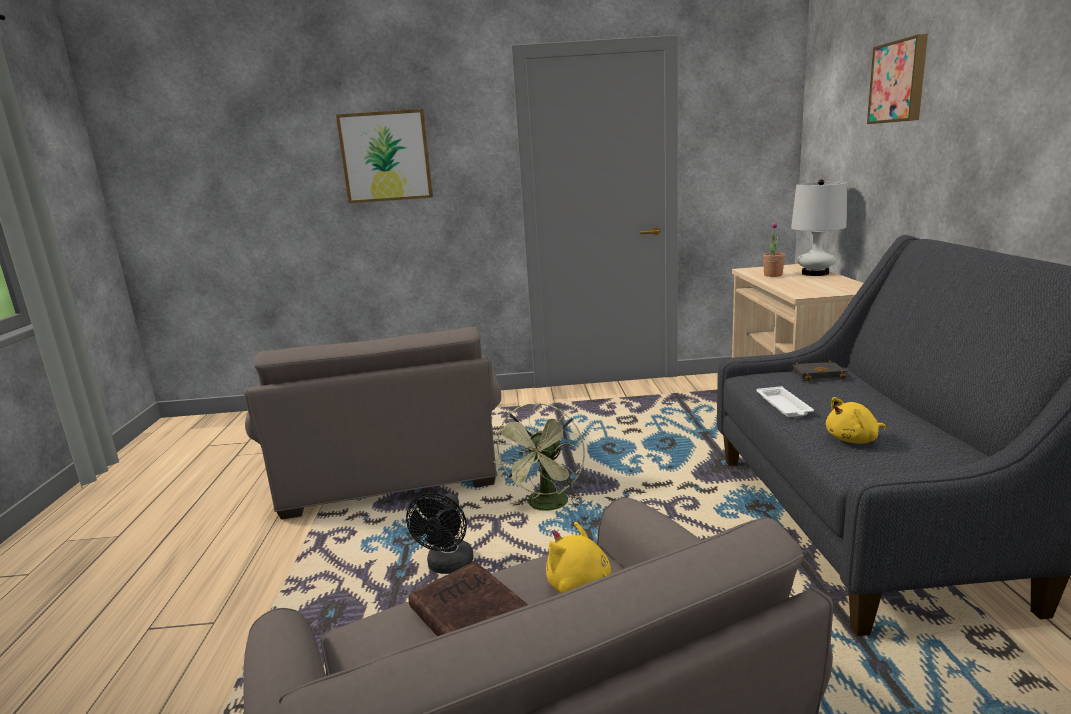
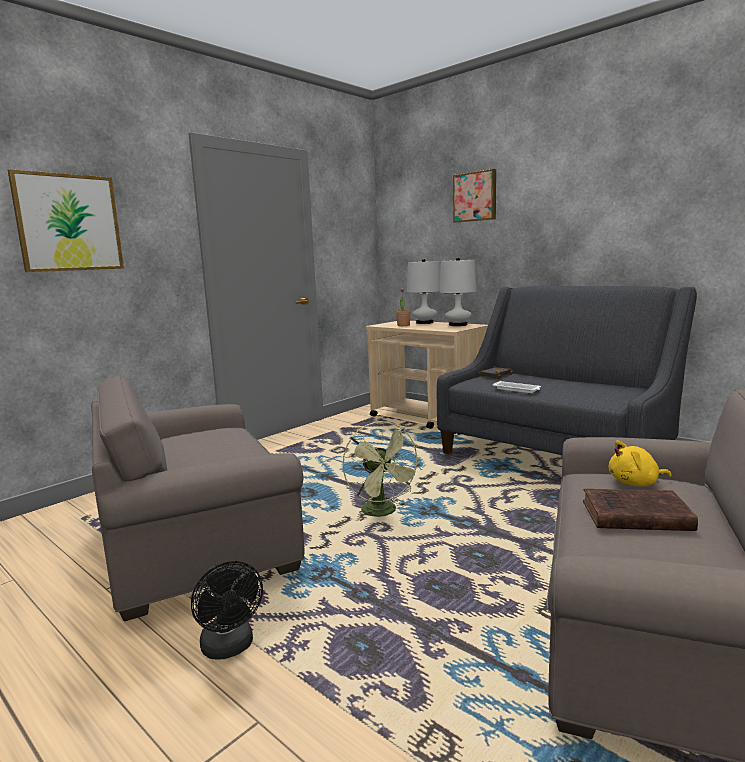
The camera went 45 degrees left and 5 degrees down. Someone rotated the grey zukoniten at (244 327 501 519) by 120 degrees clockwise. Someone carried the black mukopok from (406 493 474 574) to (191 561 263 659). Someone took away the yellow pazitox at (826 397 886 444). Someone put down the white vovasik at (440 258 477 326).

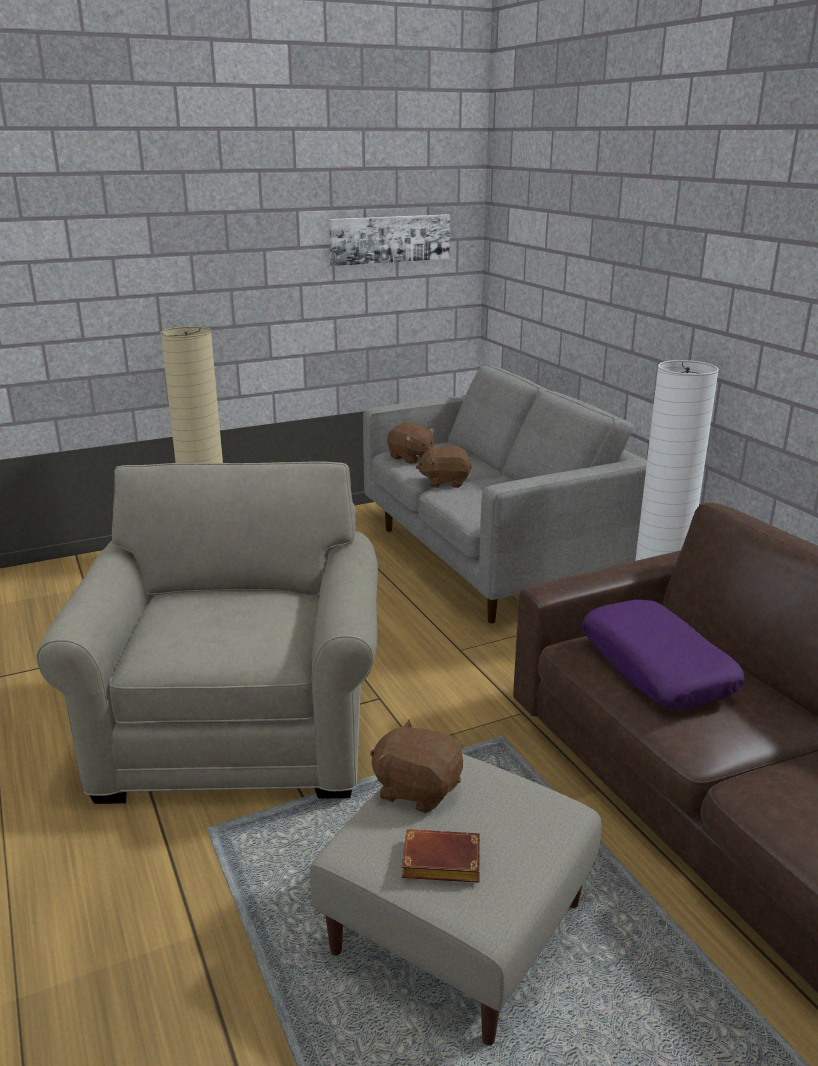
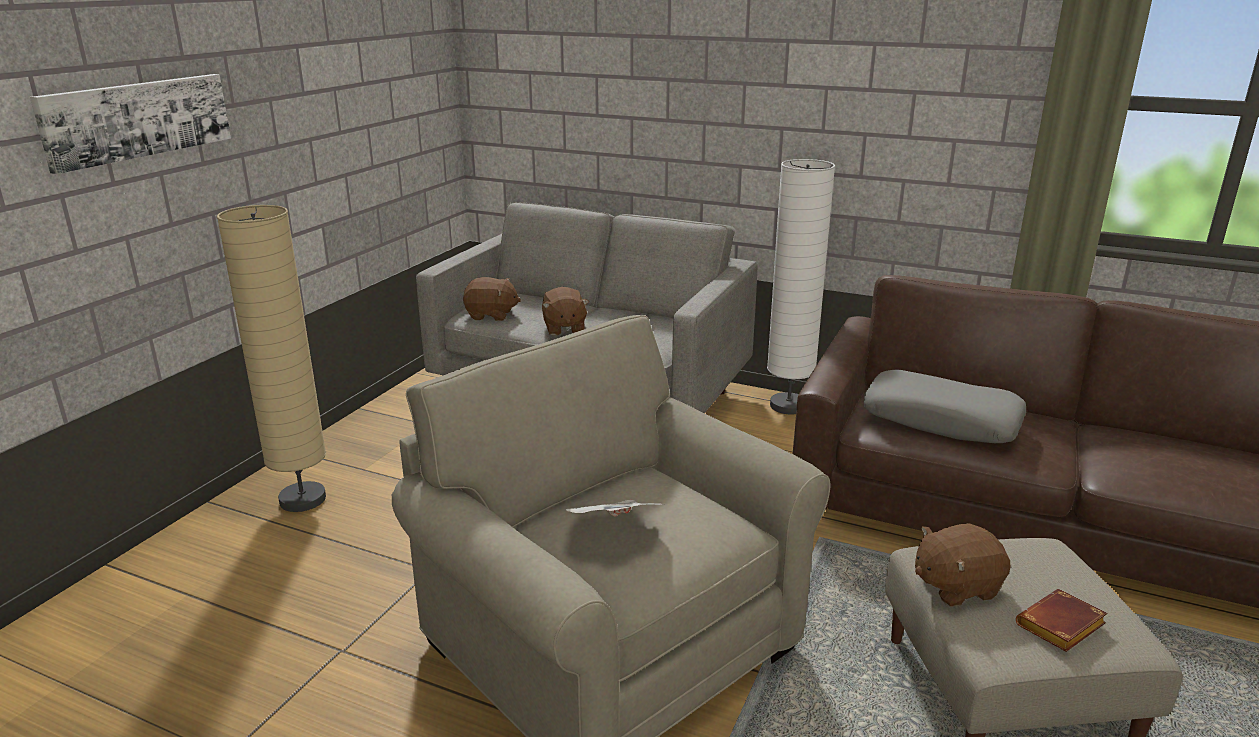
The camera went 40 degrees left and 0 degrees up. Someone carried the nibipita from (329 214 450 266) to (30 74 231 174). Someone rotated the brown pazitox at (416 446 472 488) by 60 degrees counterclockwise. Someone repainted the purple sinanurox at (582 600 744 709), which became the grey sinanurox at (864 370 1026 443). Someone put down the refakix at (565 500 666 517).

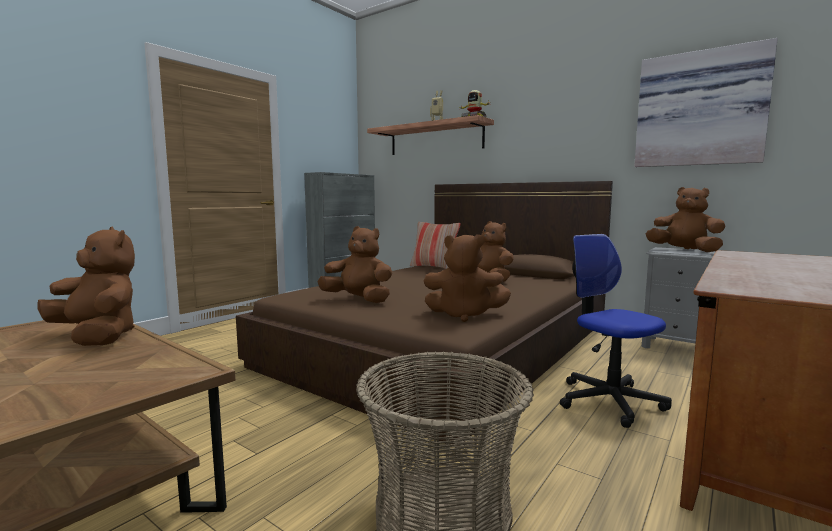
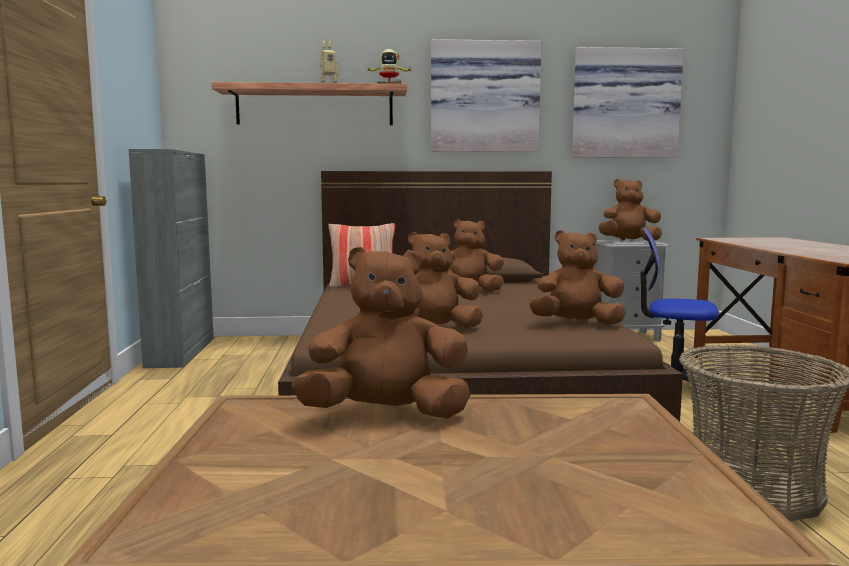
The camera went 40 degrees left and 0 degrees up. Someone rotated the brown pazitox at (424 234 511 322) by 150 degrees counterclockwise. Someone put up the nibipita at (431 39 541 152).

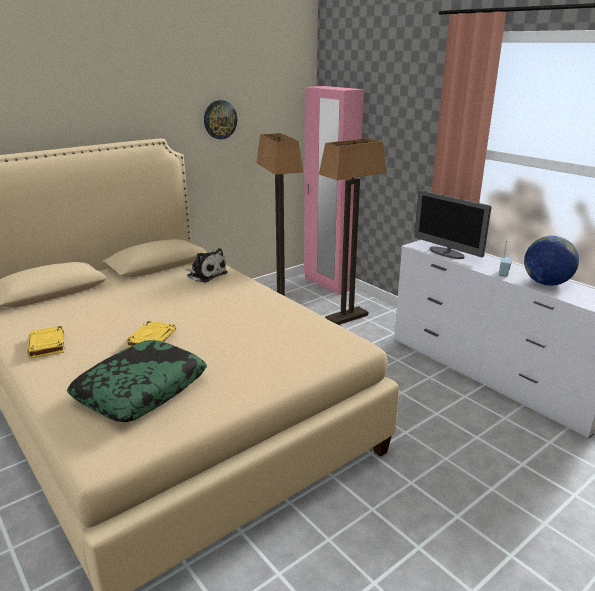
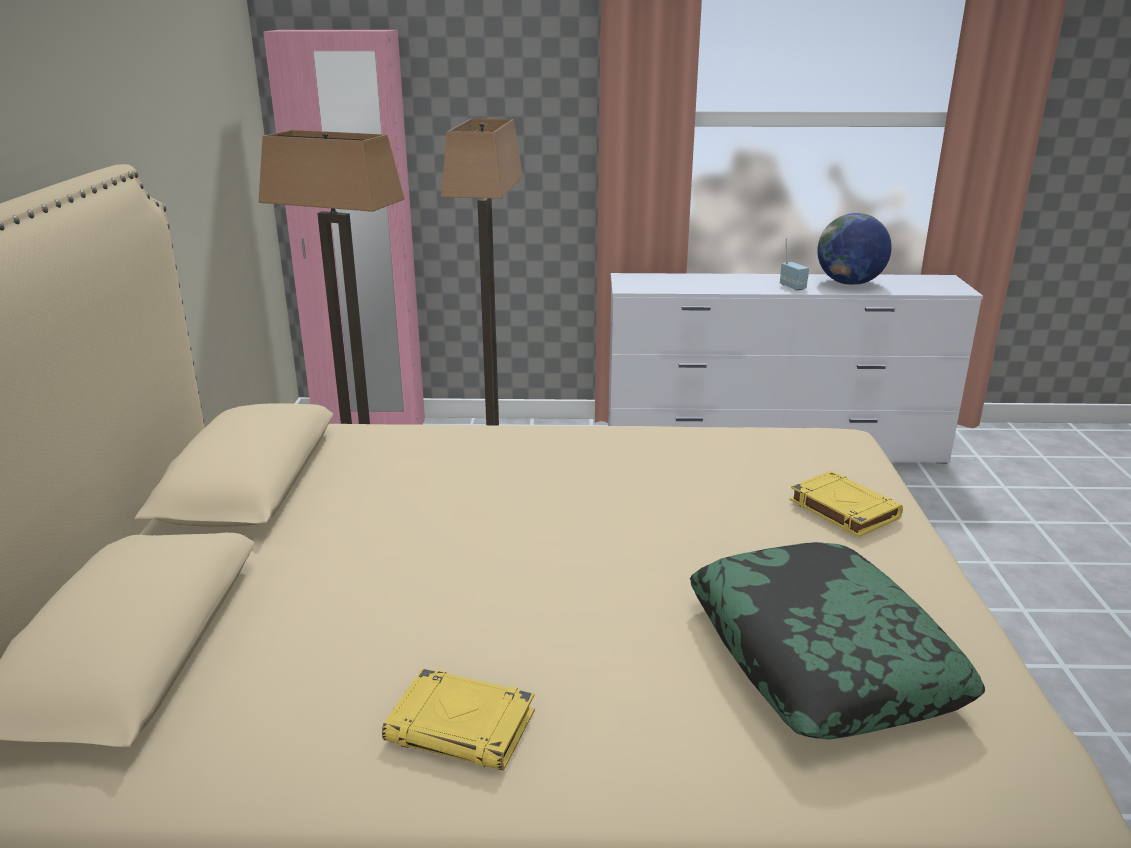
The camera went 50 degrees left and 0 degrees up. Someone carried the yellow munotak from (126 321 176 348) to (790 471 903 537). Someone took away the pazitox at (186 248 228 282). Someone took away the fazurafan at (204 100 237 139). Someone took away the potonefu at (414 190 492 259).

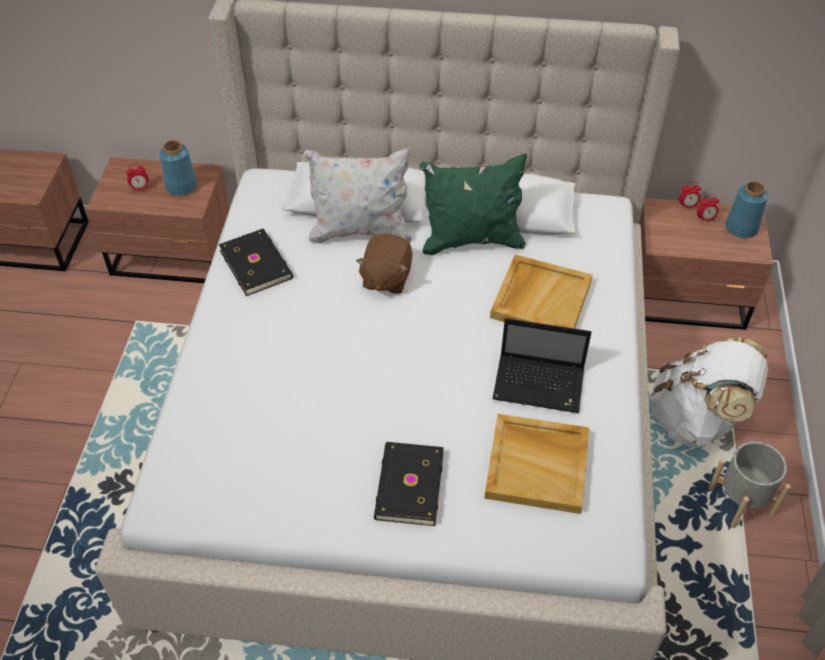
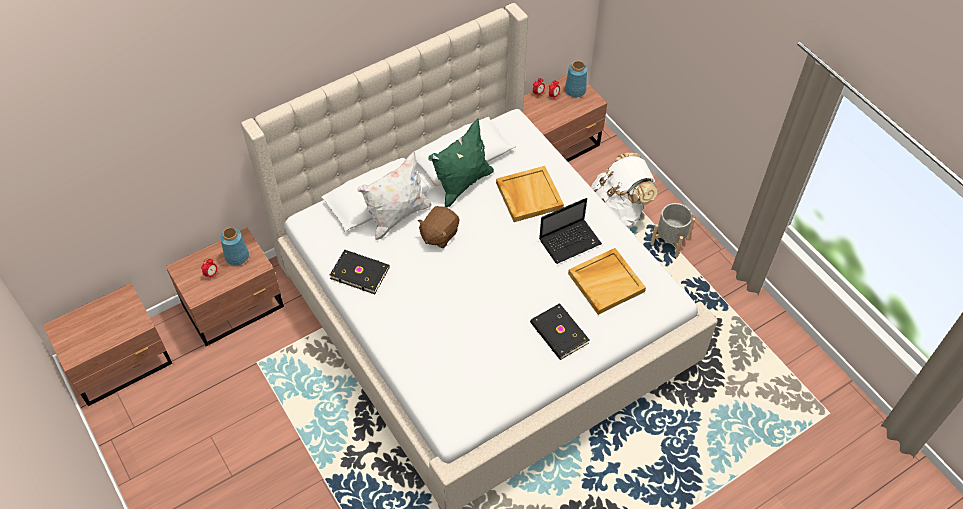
The camera went 40 degrees left and 5 degrees up. Someone rotated the brown pazitox at (356 234 413 294) by 60 degrees clockwise.

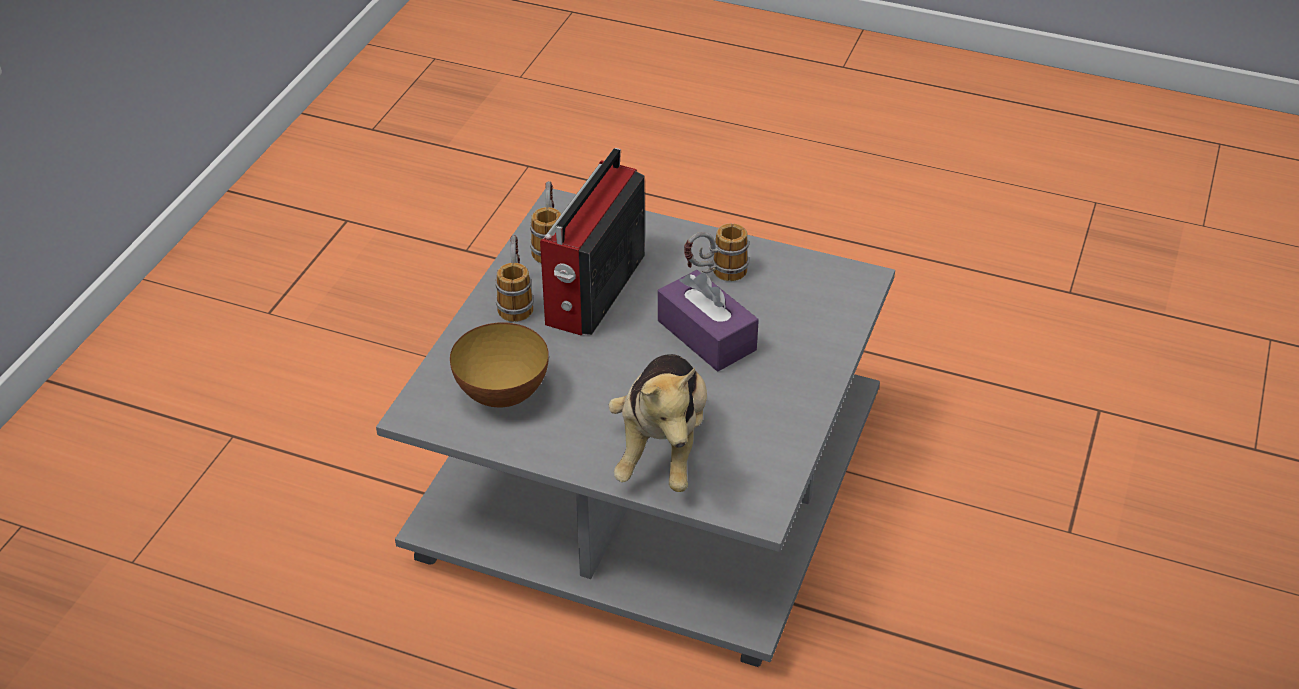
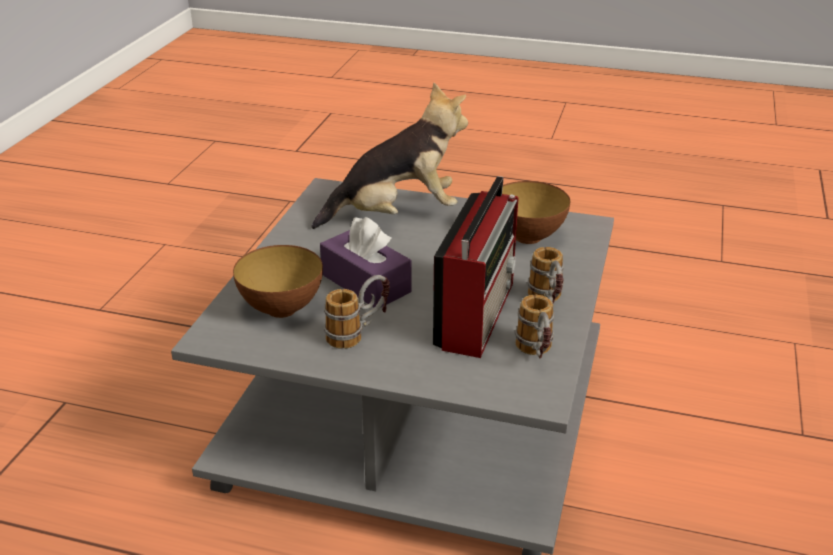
The camera went 175 degrees right and 10 degrees down. Someone rotated the pazitox at (609 354 707 492) by 75 degrees clockwise. Someone put down the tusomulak at (233 245 323 318).

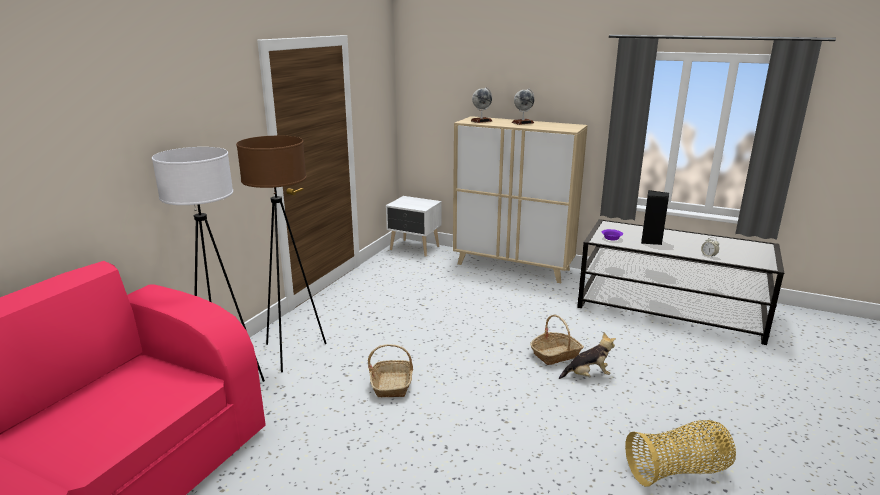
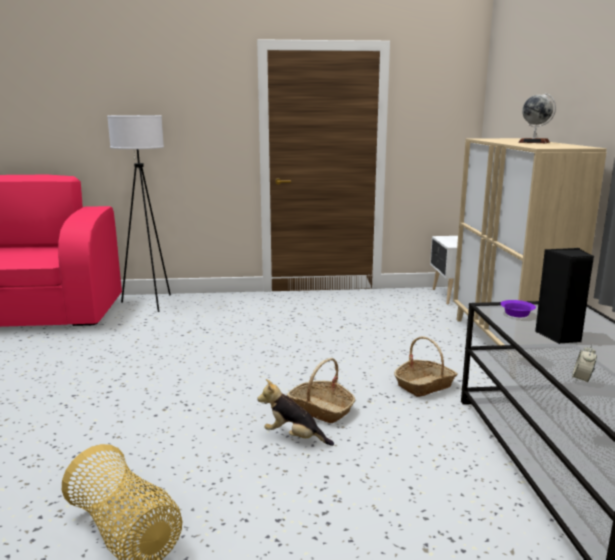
The camera went 60 degrees right and 5 degrees down. Someone took away the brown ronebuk at (236 136 327 372). Someone carried the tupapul from (368 344 413 397) to (394 336 458 397). Someone took away the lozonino at (471 87 492 123). Someone rotated the pazitox at (559 332 616 379) by 150 degrees clockwise.

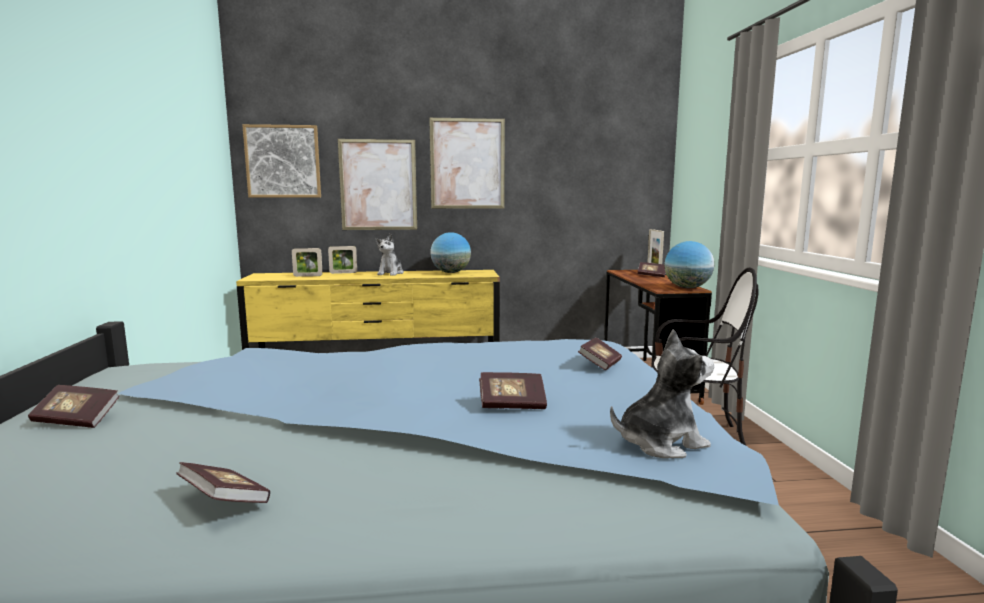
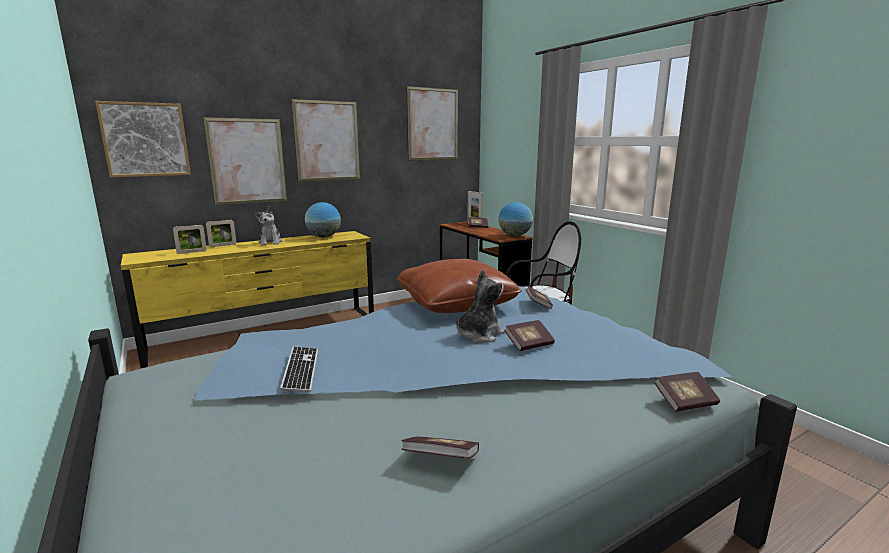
The camera went 25 degrees left and 5 degrees up. Someone carried the munotak from (28 385 119 428) to (654 372 720 412). Someone carried the pazitox from (610 329 714 458) to (455 270 505 343). Someone put down the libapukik at (280 347 318 393). Someone put down the brown sinanurox at (397 259 522 313). Someone put up the nibipita at (407 86 458 160).

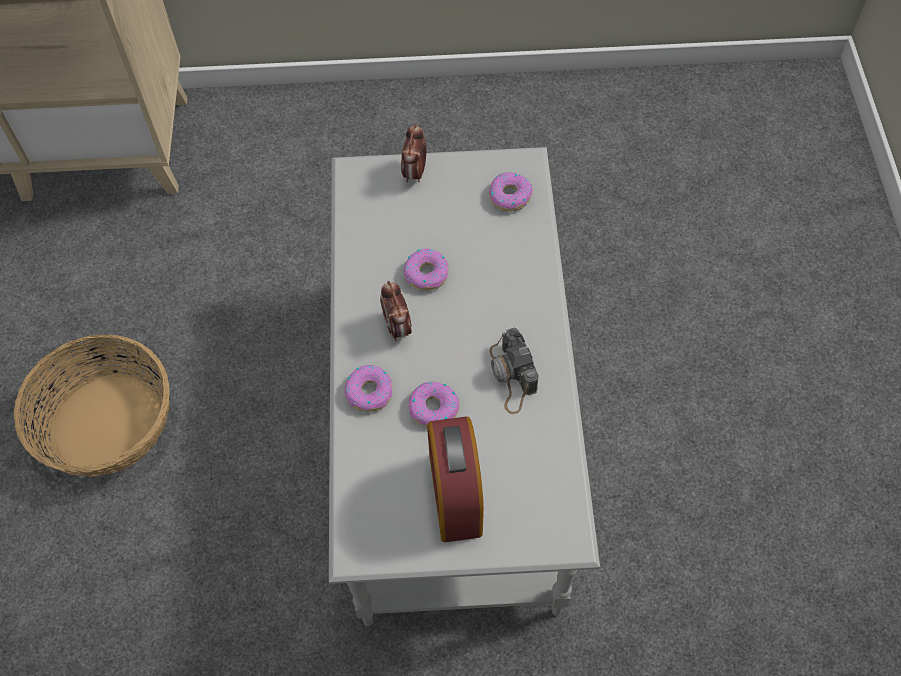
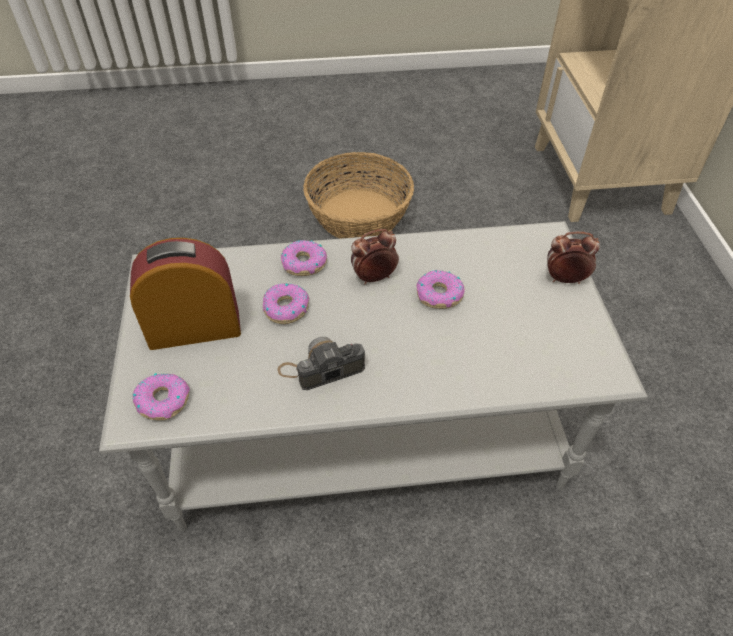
The camera went 85 degrees right and 10 degrees down. Someone carried the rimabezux from (489 172 533 212) to (133 373 190 420).

